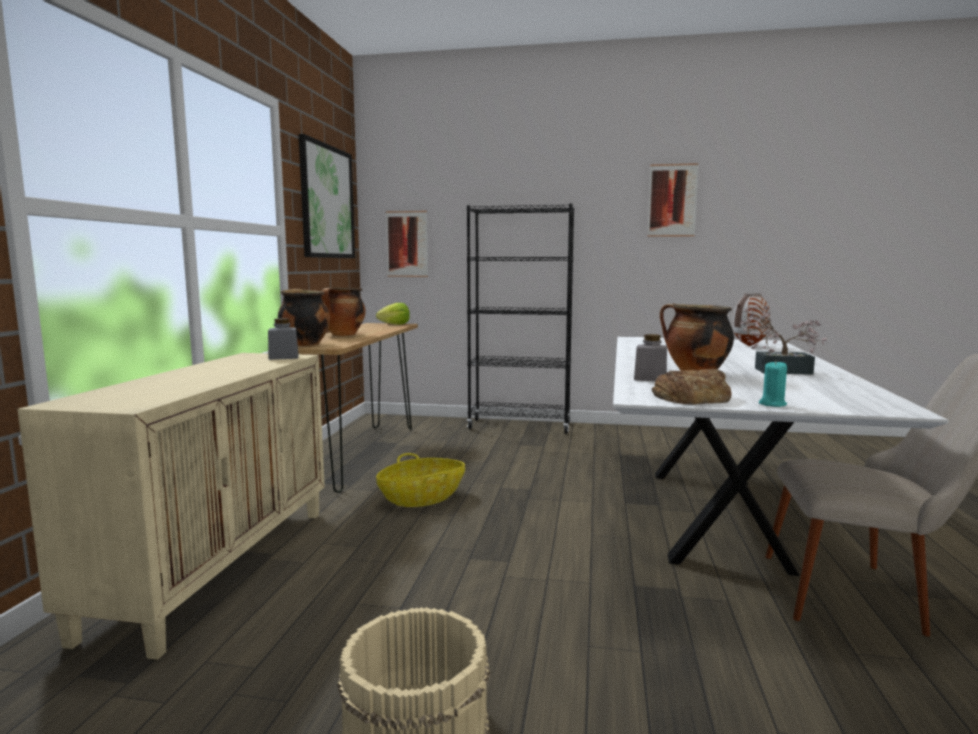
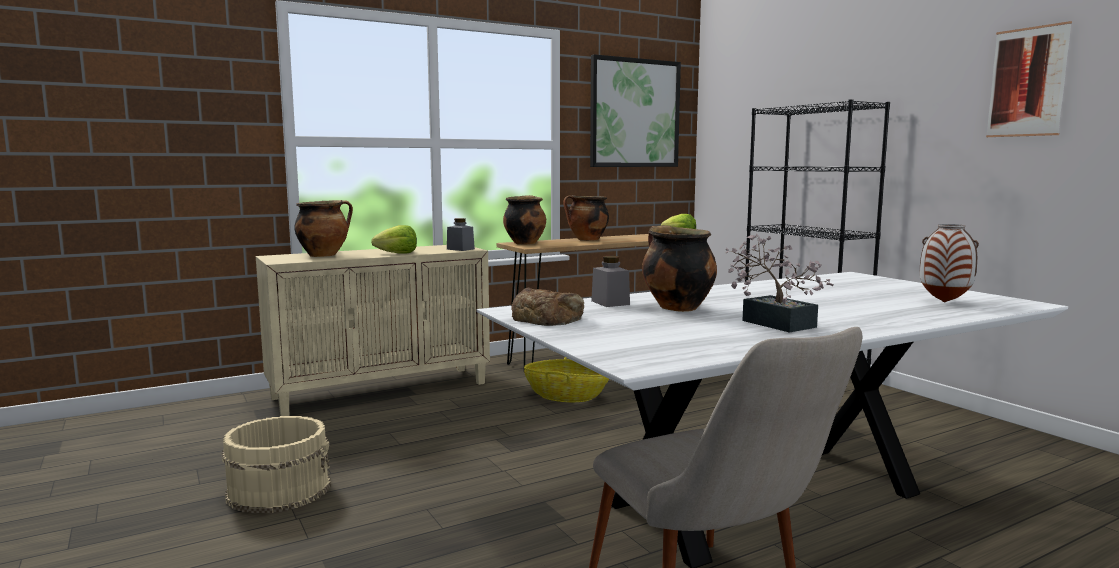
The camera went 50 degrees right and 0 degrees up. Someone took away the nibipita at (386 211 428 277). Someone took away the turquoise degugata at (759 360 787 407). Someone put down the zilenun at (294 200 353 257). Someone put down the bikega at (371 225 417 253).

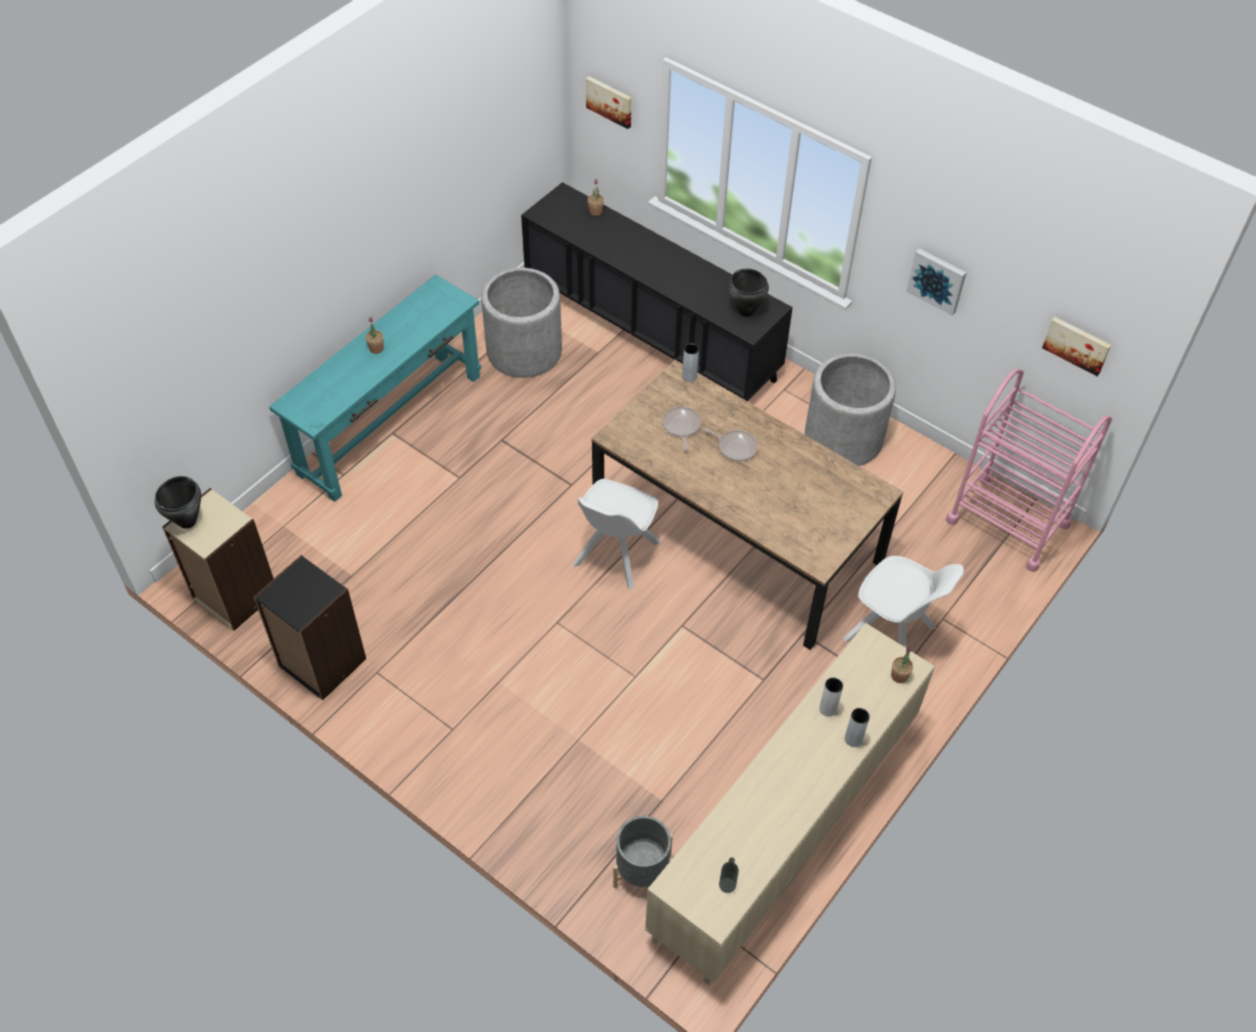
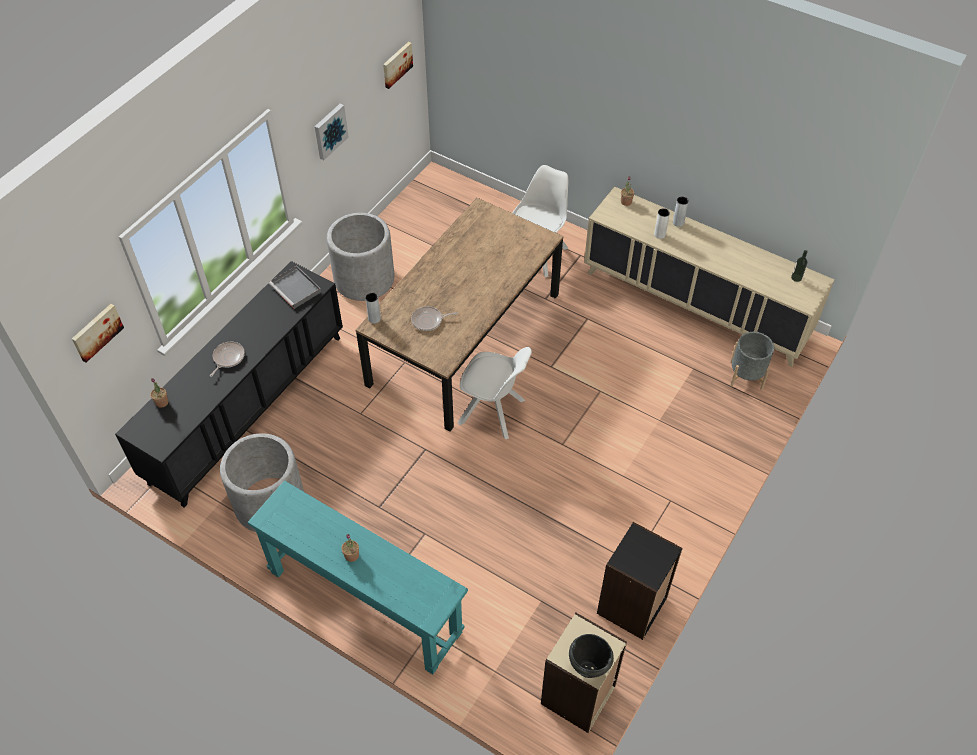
The camera went 95 degrees left and 0 degrees up. Someone carried the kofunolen from (703 428 758 461) to (210 342 245 377). Someone swapped the black zilenun at (729 268 769 317) for the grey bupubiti at (269 265 321 309). Someone took away the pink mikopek at (946 369 1112 572).

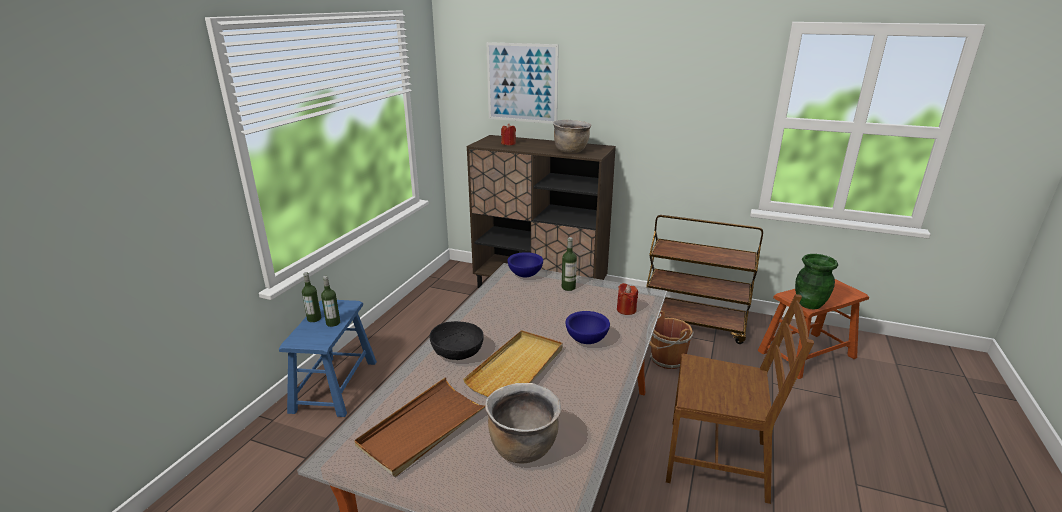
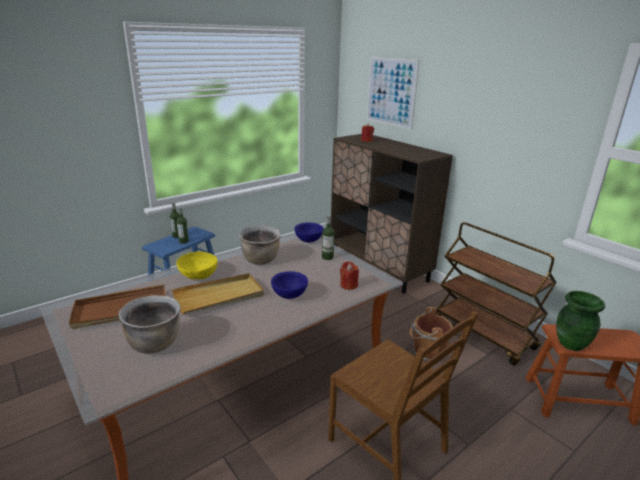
The camera went 30 degrees right and 0 degrees up. Someone repainted the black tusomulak at (430 321 484 360), which became the yellow tusomulak at (176 251 217 279). Someone carried the brown zilenun from (553 120 591 153) to (239 225 281 265).

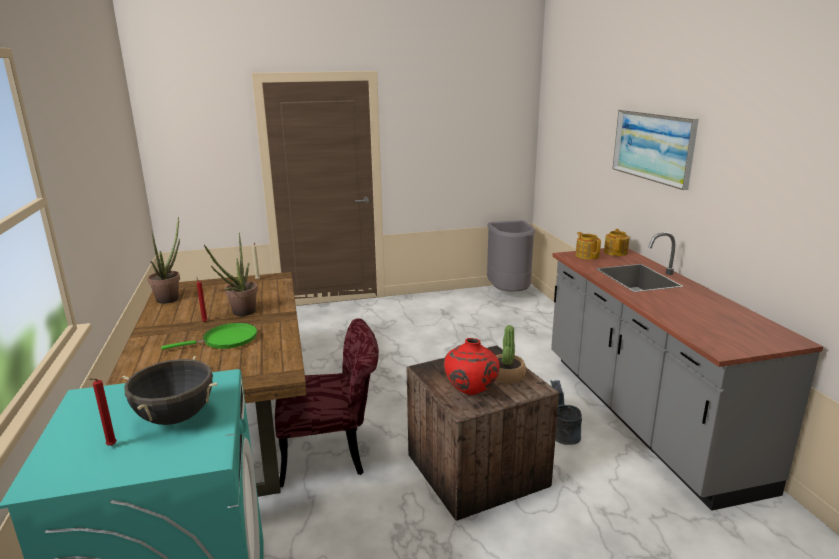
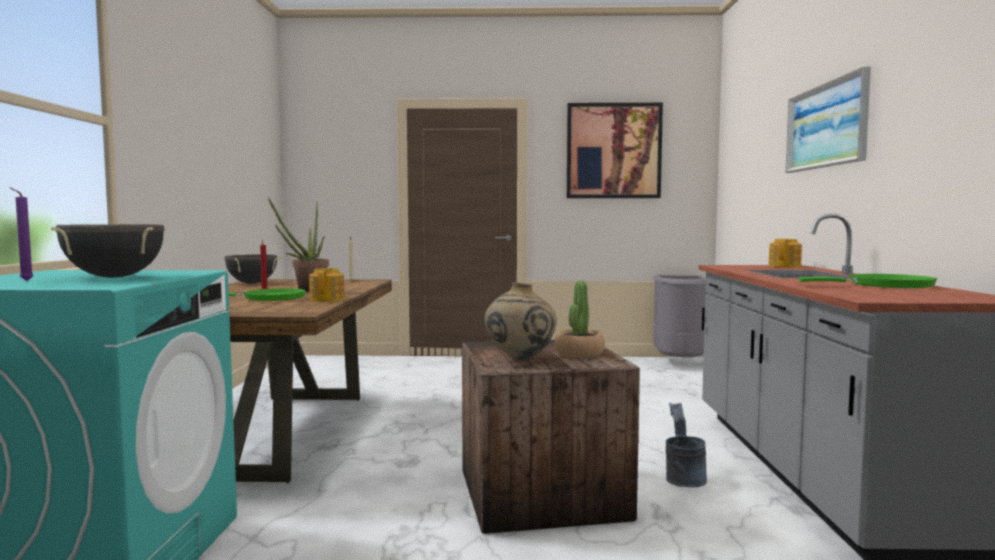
The camera went 15 degrees right and 15 degrees down. Someone repainted the red degugata at (89 378 117 446), which became the purple degugata at (9 187 34 281). Someone swapped the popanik at (147 217 180 304) for the black zilenun at (223 254 280 284). Someone took away the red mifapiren at (275 318 379 487). Someone repainted the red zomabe at (444 338 500 395), which became the beige zomabe at (485 283 557 360). Someone carried the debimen from (576 232 601 260) to (309 268 344 302). Someone put up the nibipita at (567 103 663 198). Someone put down the green kofunolen at (799 274 937 288).

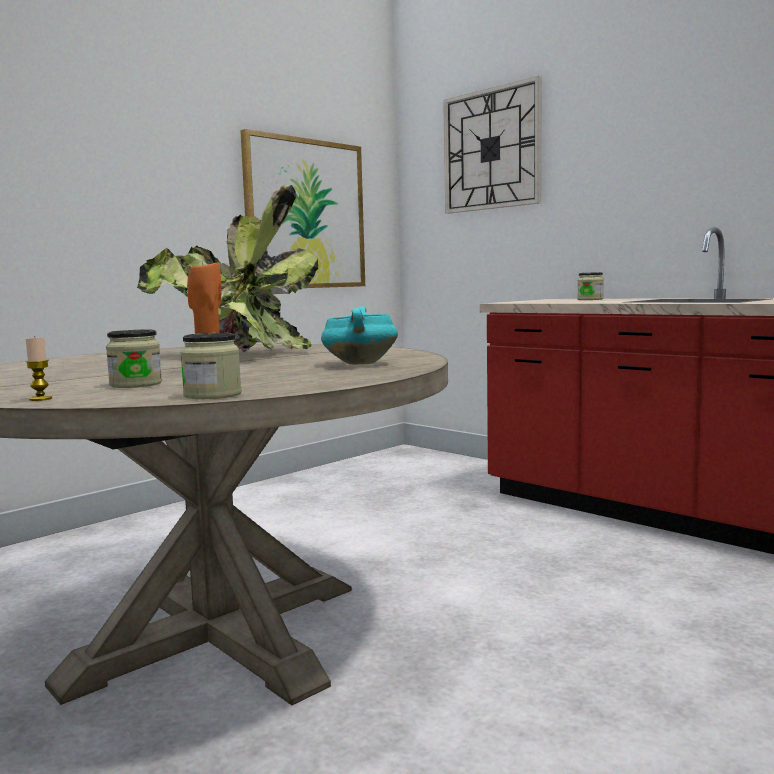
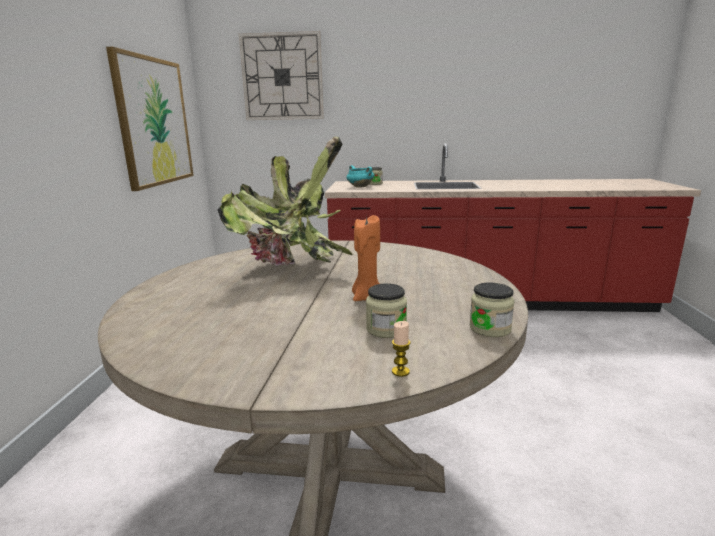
The camera went 40 degrees left and 10 degrees up. Someone carried the turquoise zilenun from (321 307 398 365) to (346 165 374 188).

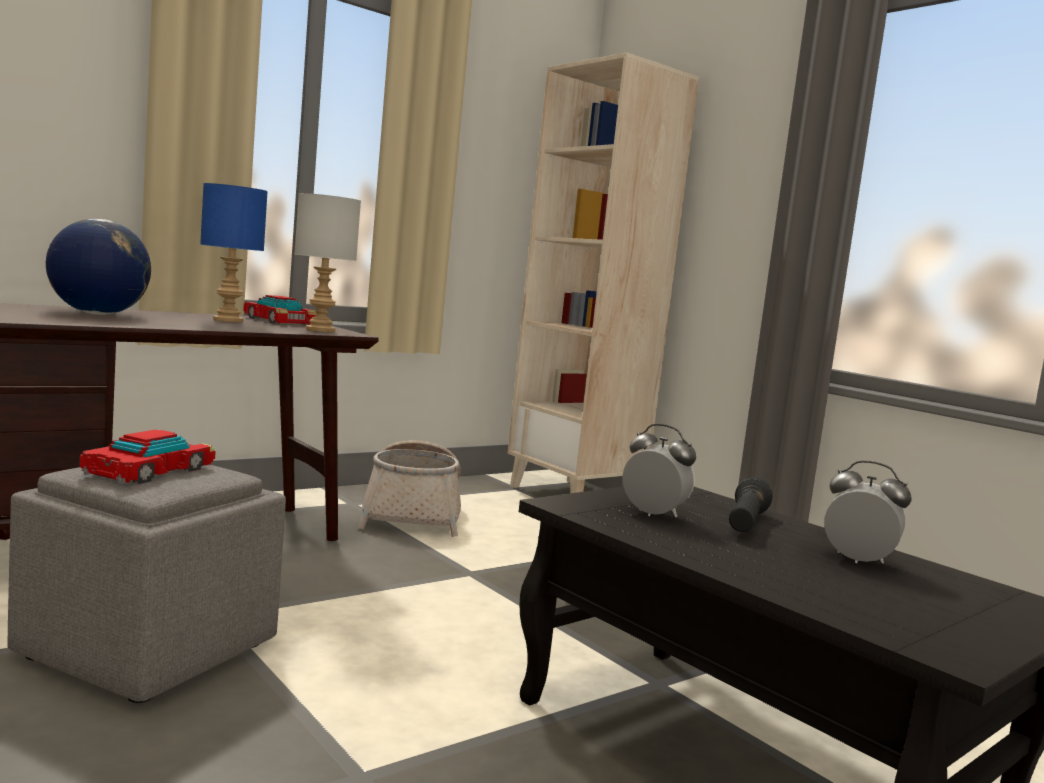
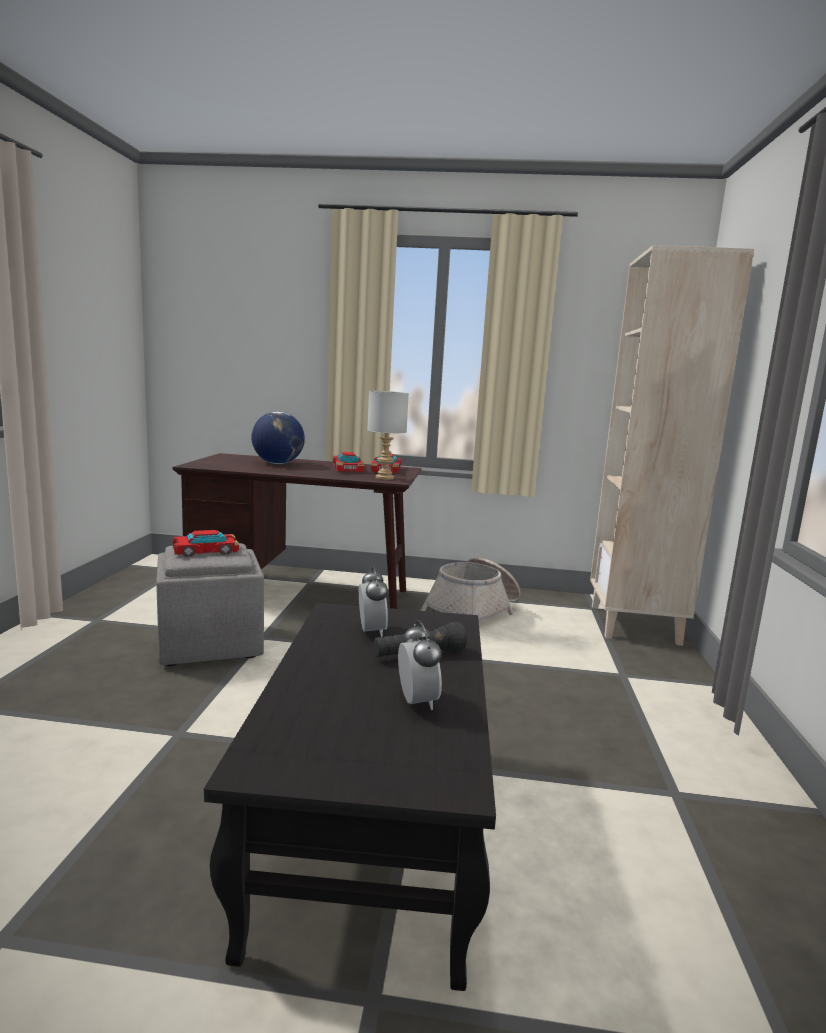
The camera went 45 degrees right and 5 degrees up. Someone swapped the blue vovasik at (200 183 268 322) for the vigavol at (333 452 364 472).

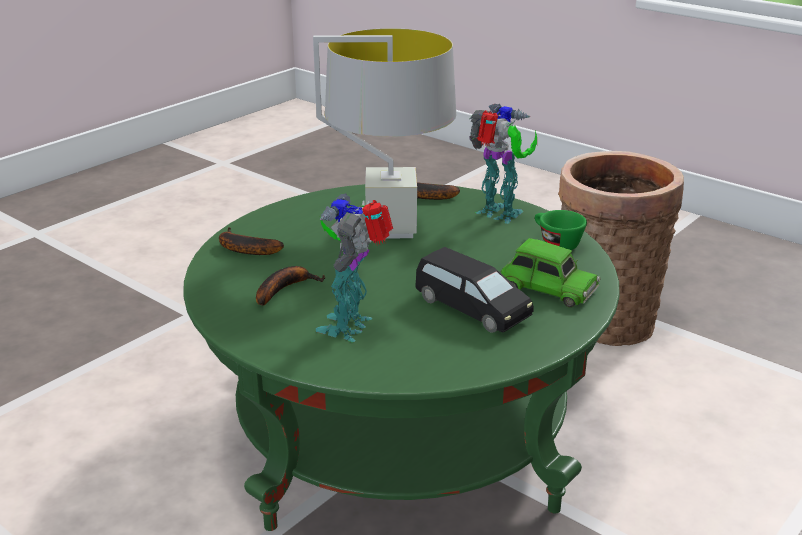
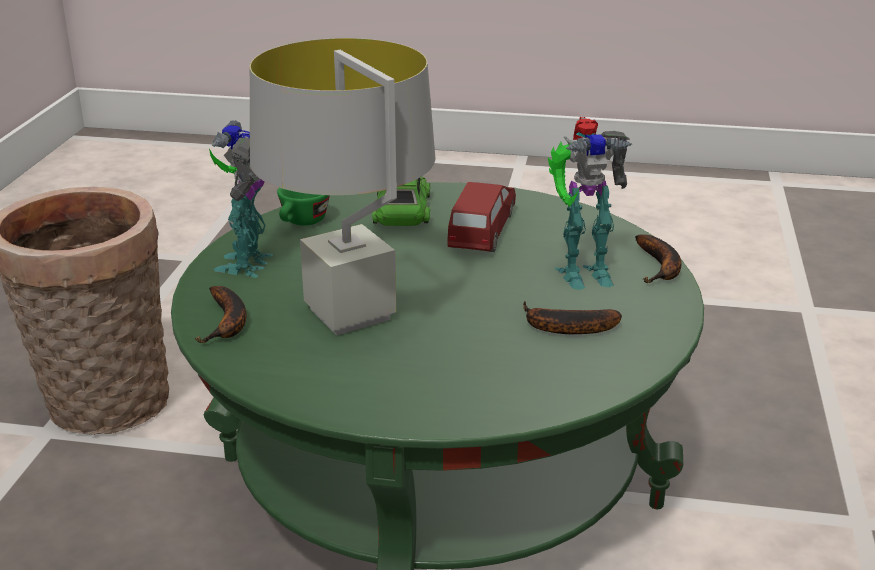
The camera went 120 degrees left and 0 degrees up. Someone carried the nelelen from (219 227 284 255) to (635 234 681 283). Someone repainted the black vigavol at (415 247 534 333), which became the red vigavol at (447 182 516 252).

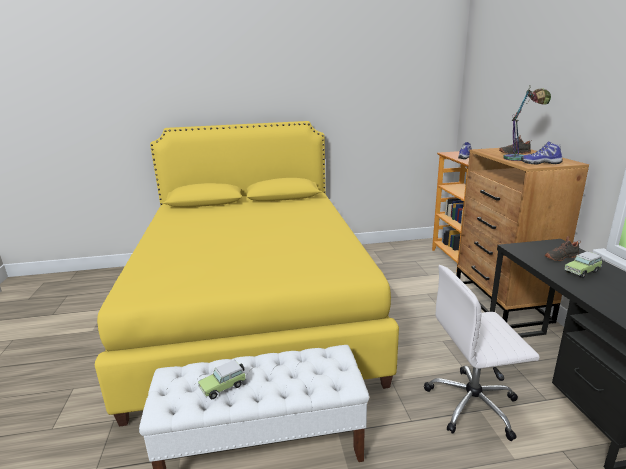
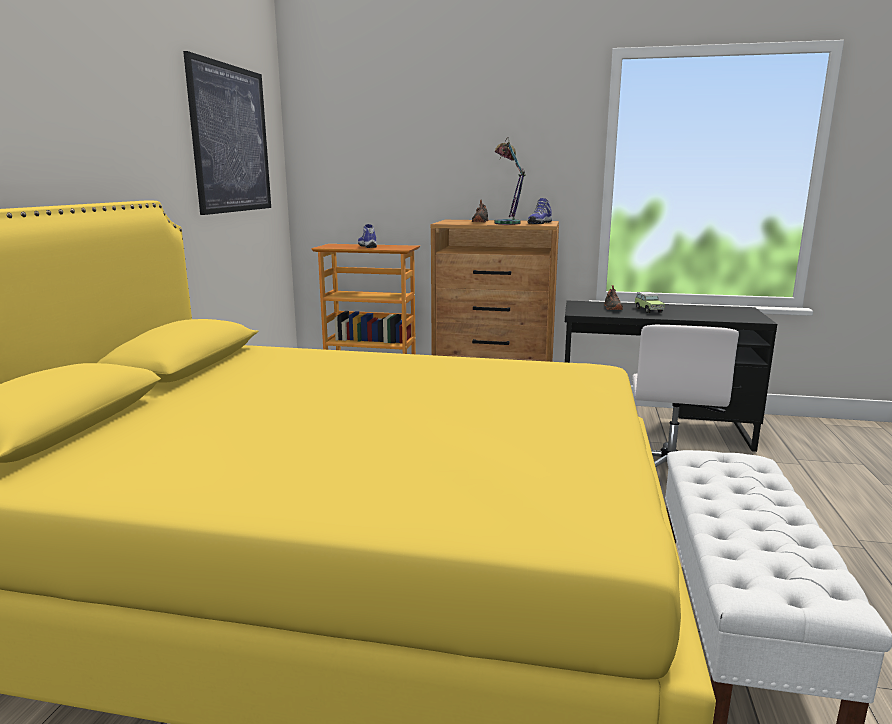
The camera went 70 degrees left and 5 degrees down. Someone took away the vigavol at (198 360 247 399). Someone put up the nibipita at (183 51 271 215).

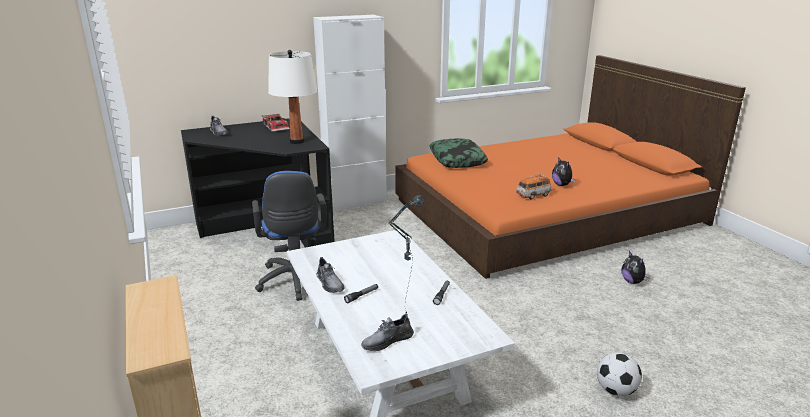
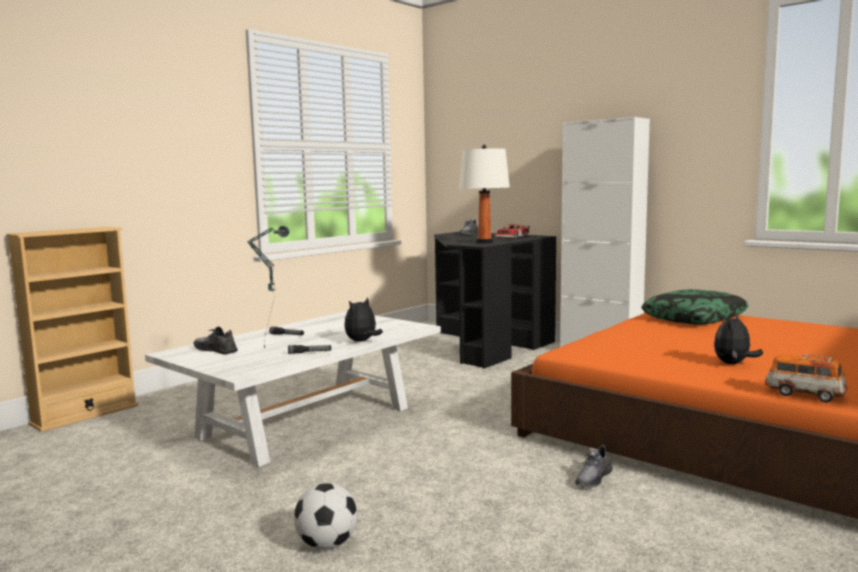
The camera went 65 degrees right and 15 degrees down. Someone took away the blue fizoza at (252 171 327 301). Someone carried the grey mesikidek from (316 257 344 293) to (575 445 613 488). Someone carried the vigavol from (516 174 551 200) to (765 354 848 402). Someone carried the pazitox from (621 251 650 284) to (344 297 383 342).

